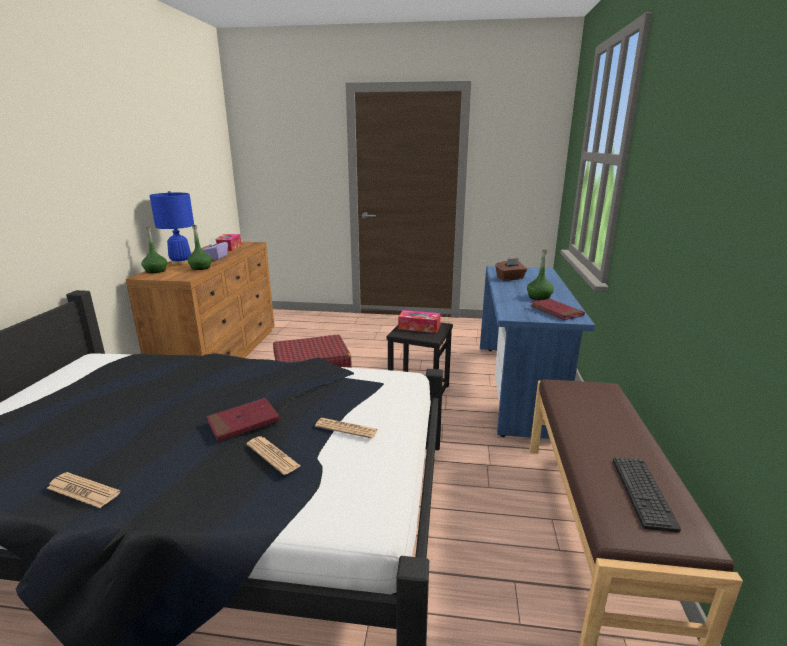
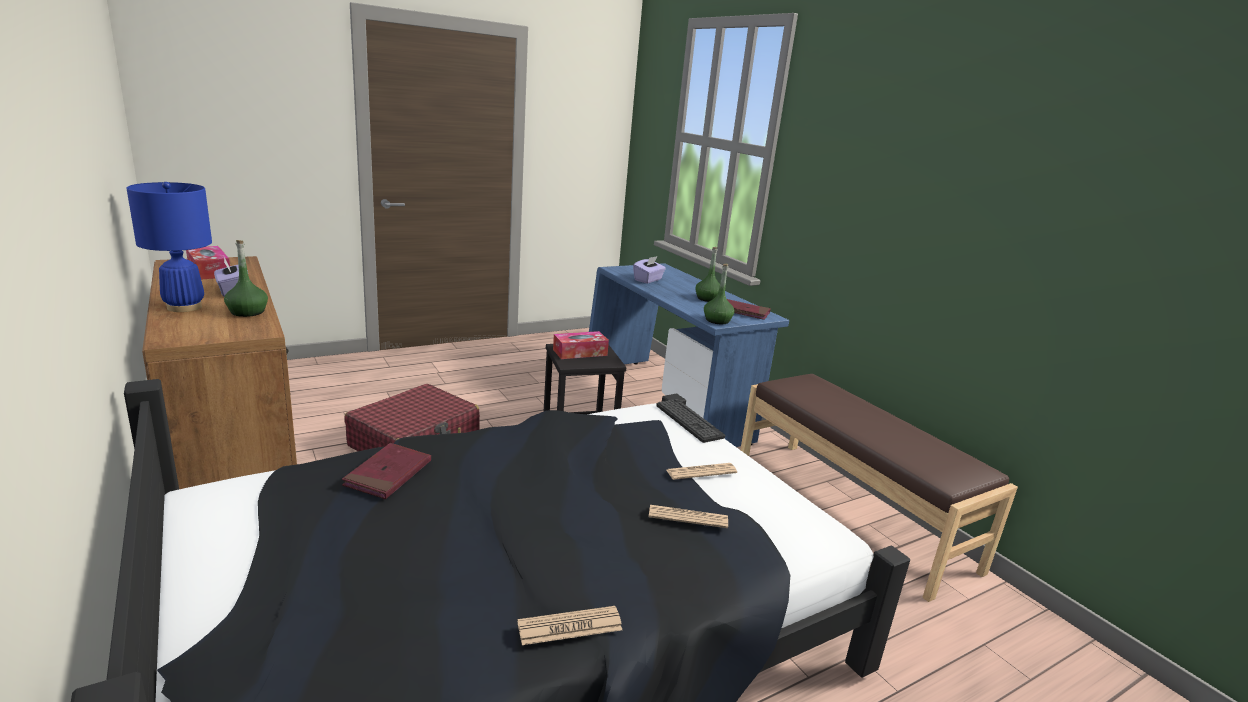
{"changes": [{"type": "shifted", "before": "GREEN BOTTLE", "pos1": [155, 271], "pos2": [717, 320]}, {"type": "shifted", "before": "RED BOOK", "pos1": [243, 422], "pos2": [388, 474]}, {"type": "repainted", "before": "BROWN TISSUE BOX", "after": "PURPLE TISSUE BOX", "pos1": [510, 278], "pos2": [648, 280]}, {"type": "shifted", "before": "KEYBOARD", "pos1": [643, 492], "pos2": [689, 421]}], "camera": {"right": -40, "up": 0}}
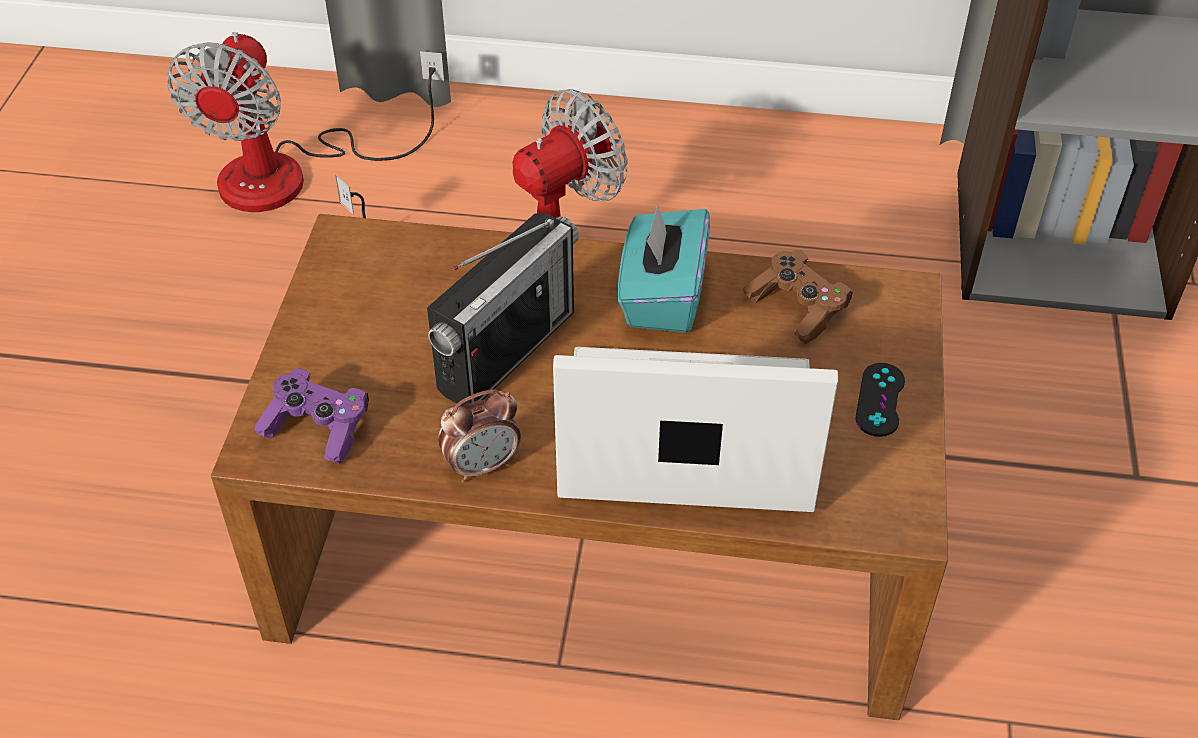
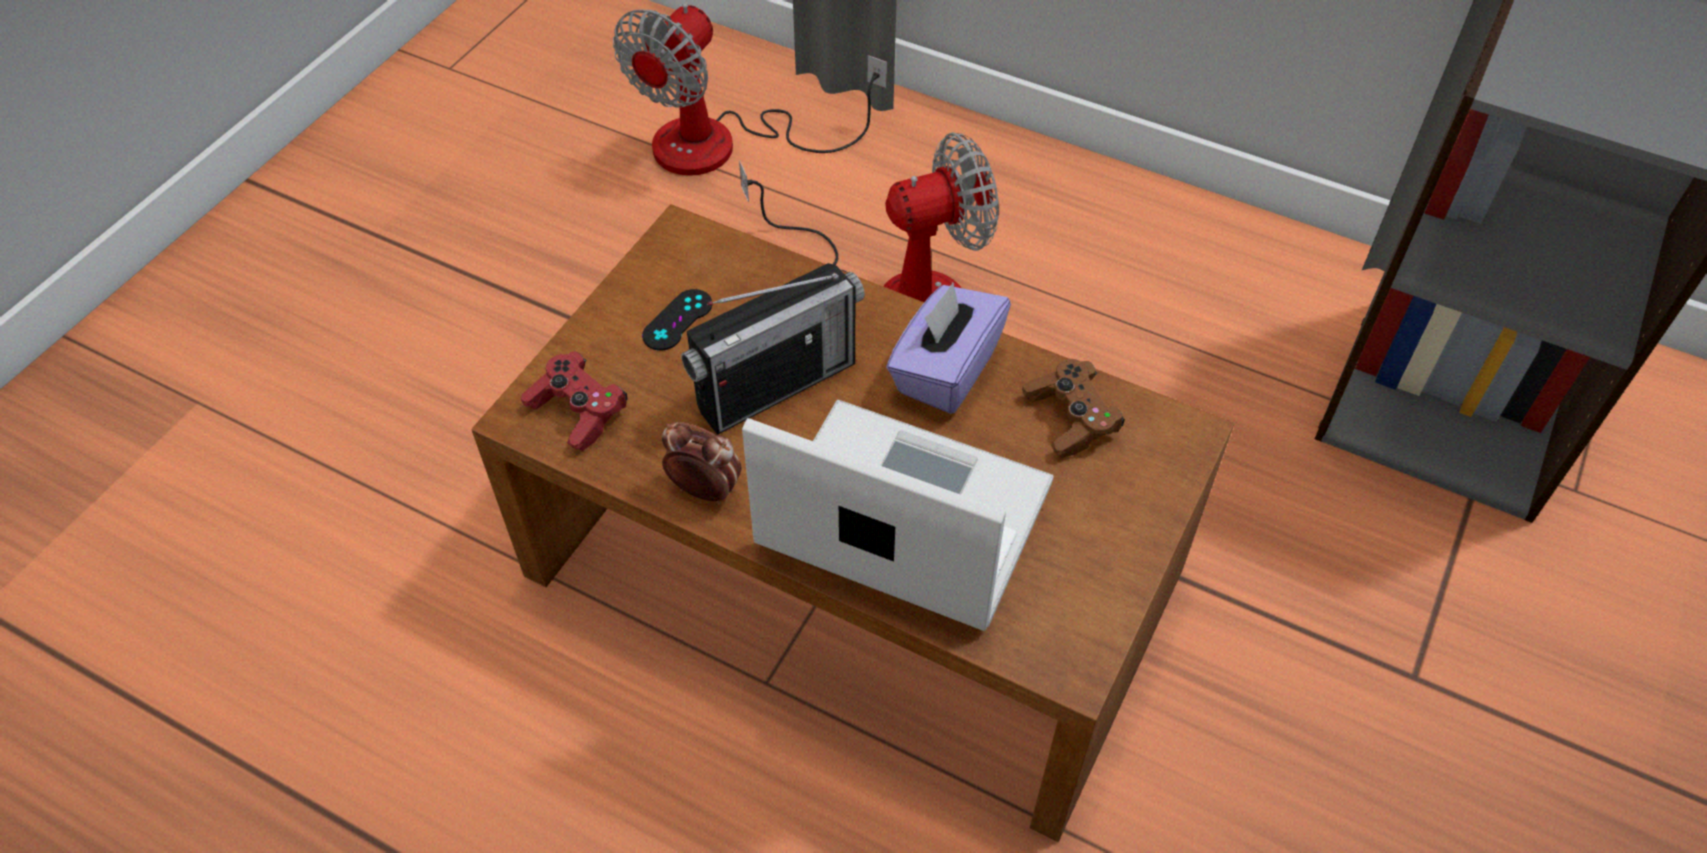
{"changes": [{"type": "repainted", "before": "PURPLE GAME CONTROLLER", "after": "RED GAME CONTROLLER", "pos1": [317, 428], "pos2": [578, 411]}, {"type": "rotated", "before": "ALARM CLOCK", "pos1": [482, 465], "pos2": [704, 490], "turn": -150}, {"type": "repainted", "before": "TURQUOISE TISSUE BOX", "after": "PURPLE TISSUE BOX", "pos1": [662, 296], "pos2": [945, 370]}, {"type": "shifted", "before": "BLACK GAME CONTROLLER", "pos1": [880, 400], "pos2": [677, 320]}], "camera": {"right": 20, "up": 5}}
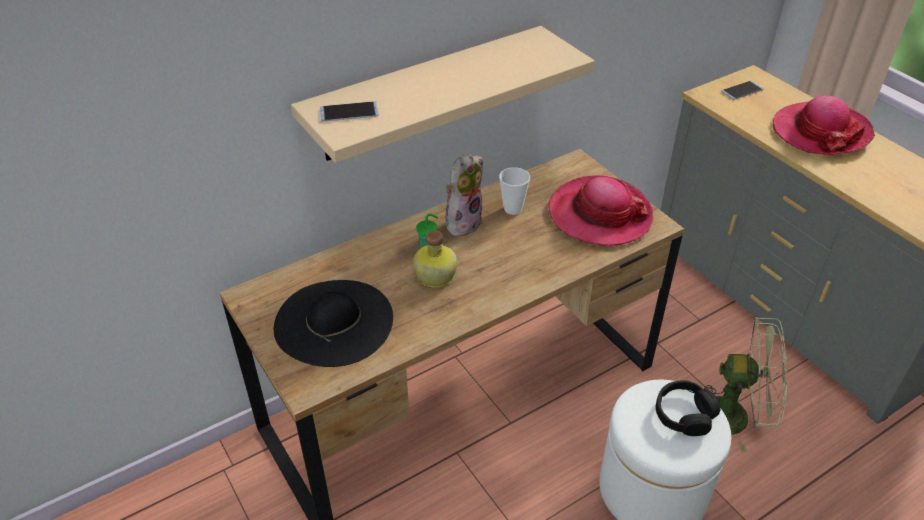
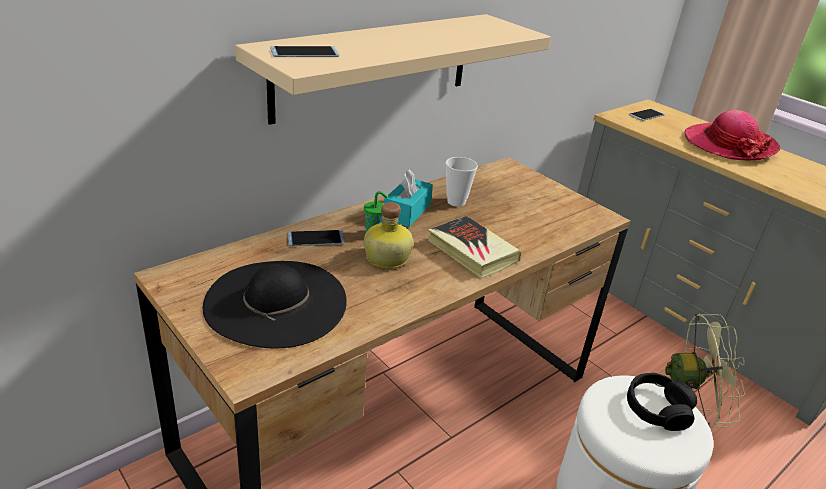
{"changes": [{"type": "swapped", "before": "PLUSH TOY", "after": "TURQUOISE TISSUE BOX", "pos1": [463, 222], "pos2": [407, 211]}, {"type": "gone", "before": "HAT", "pos1": [599, 214]}, {"type": "new", "after": "PHONE", "pos2": [315, 239]}, {"type": "new", "after": "BOOK", "pos2": [472, 251]}], "camera": {"right": -10, "up": -10}}
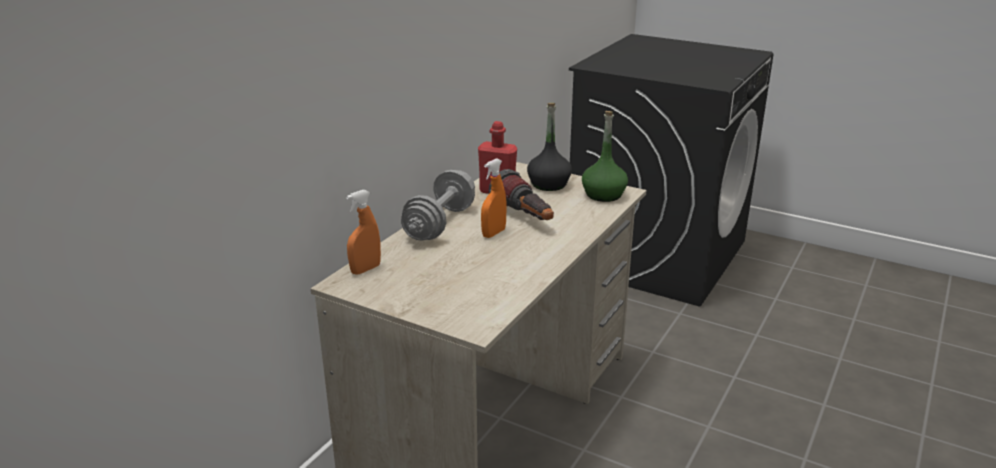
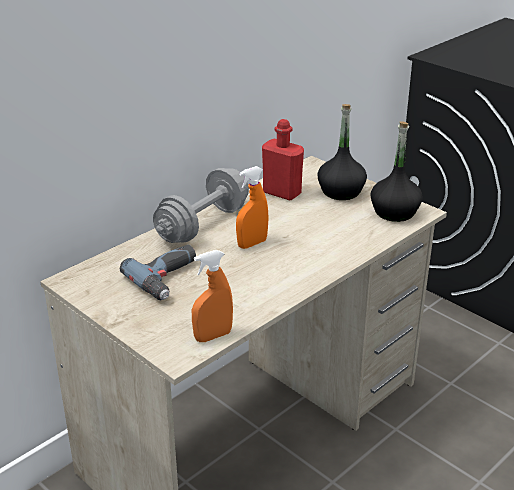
{"changes": [{"type": "shifted", "before": "ORANGE SPRAY BOTTLE", "pos1": [365, 269], "pos2": [213, 336]}, {"type": "gone", "before": "FLASHLIGHT", "pos1": [524, 218]}, {"type": "repainted", "before": "GREEN BOTTLE", "after": "BLACK BOTTLE", "pos1": [603, 195], "pos2": [394, 212]}, {"type": "new", "after": "POWER DRILL", "pos2": [169, 279]}], "camera": {"right": 15, "up": 5}}
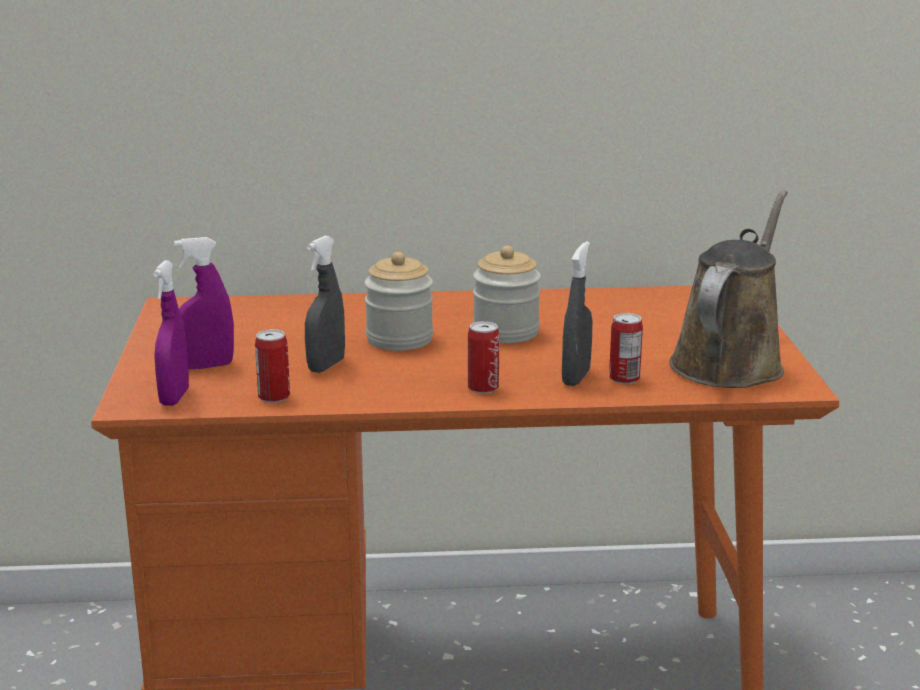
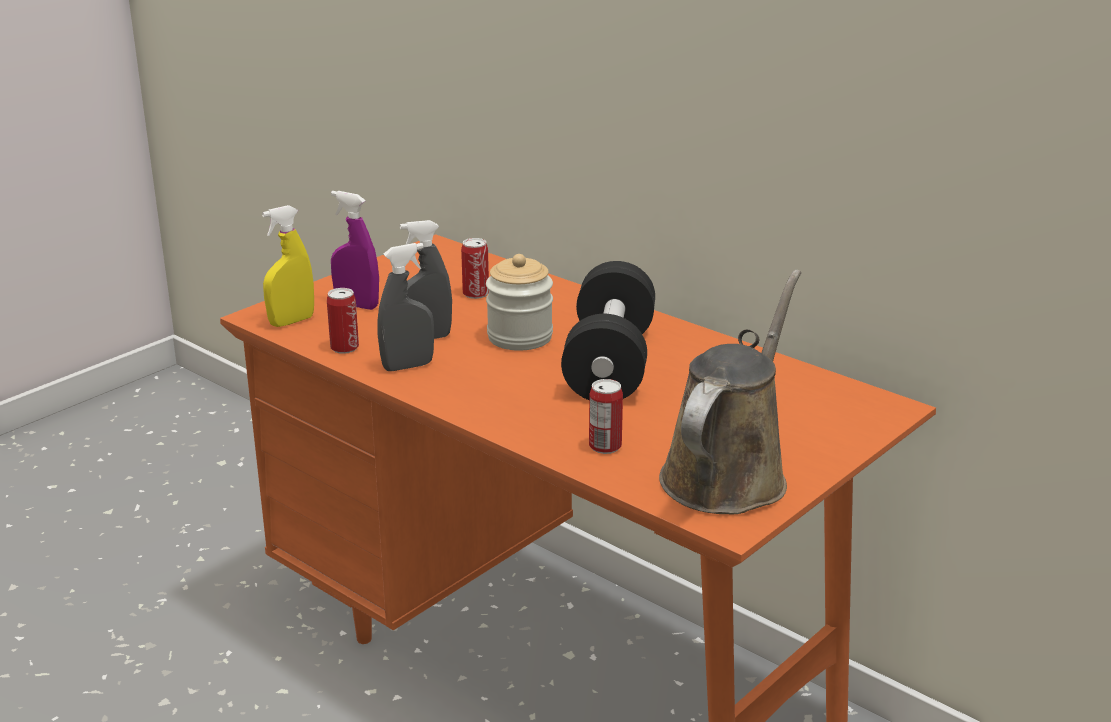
{"changes": [{"type": "repainted", "before": "PURPLE SPRAY BOTTLE", "after": "YELLOW SPRAY BOTTLE", "pos1": [174, 397], "pos2": [291, 321]}, {"type": "shifted", "before": "CAN", "pos1": [483, 388], "pos2": [475, 294]}, {"type": "swapped", "before": "JAR", "after": "BLACK DUMBBELL", "pos1": [506, 332], "pos2": [609, 364]}, {"type": "shifted", "before": "GREY SPRAY BOTTLE", "pos1": [576, 377], "pos2": [408, 366]}, {"type": "rotated", "before": "BROWN WATERING CAN", "pos1": [730, 362], "pos2": [728, 474], "turn": -45}], "camera": {"right": 45, "up": 5}}
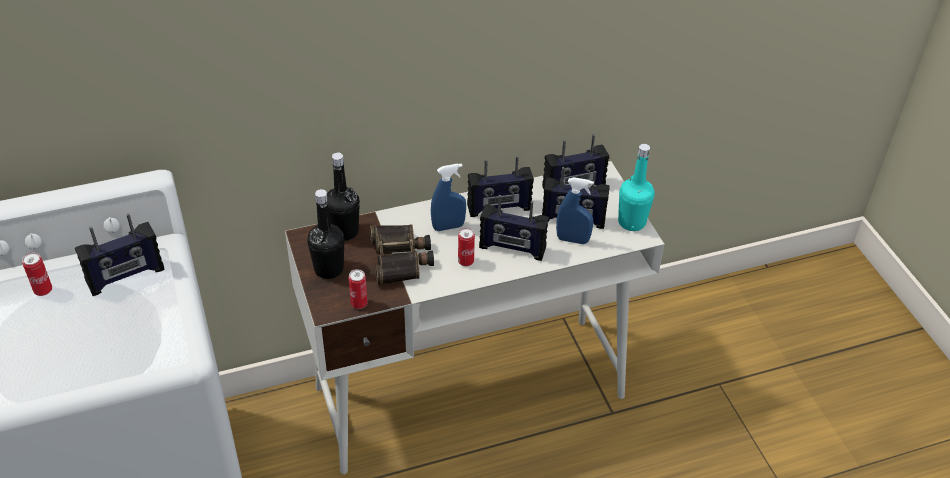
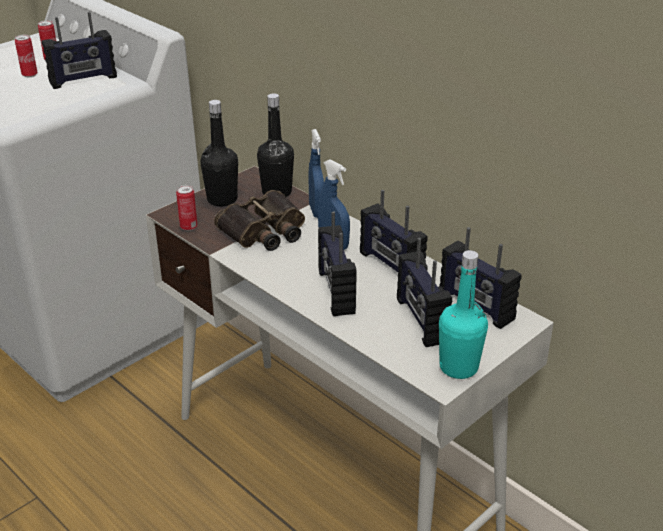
{"changes": [{"type": "rotated", "before": "RADIO", "pos1": [126, 277], "pos2": [83, 80], "turn": -60}, {"type": "shifted", "before": "CAN", "pos1": [465, 261], "pos2": [29, 75]}, {"type": "shifted", "before": "BLUE SPRAY BOTTLE", "pos1": [572, 240], "pos2": [316, 211]}], "camera": {"right": 65, "up": -10}}
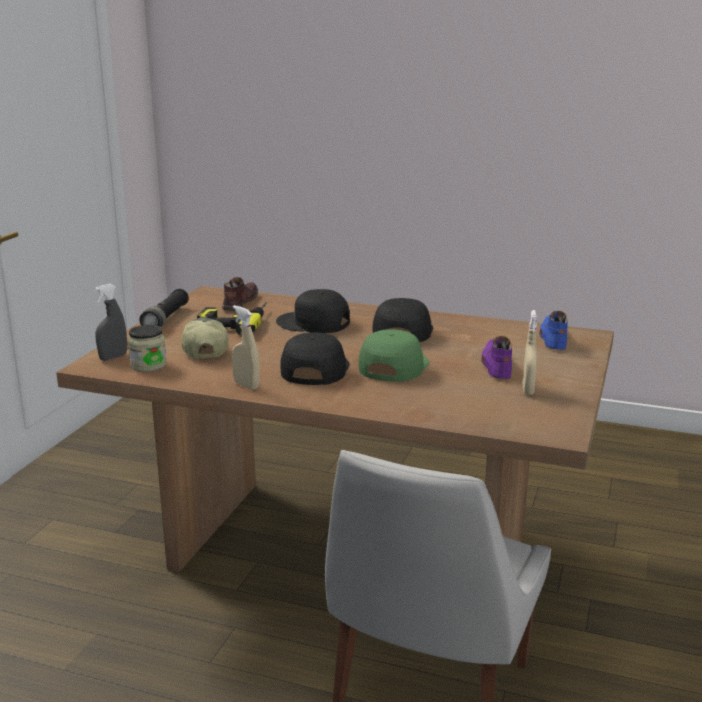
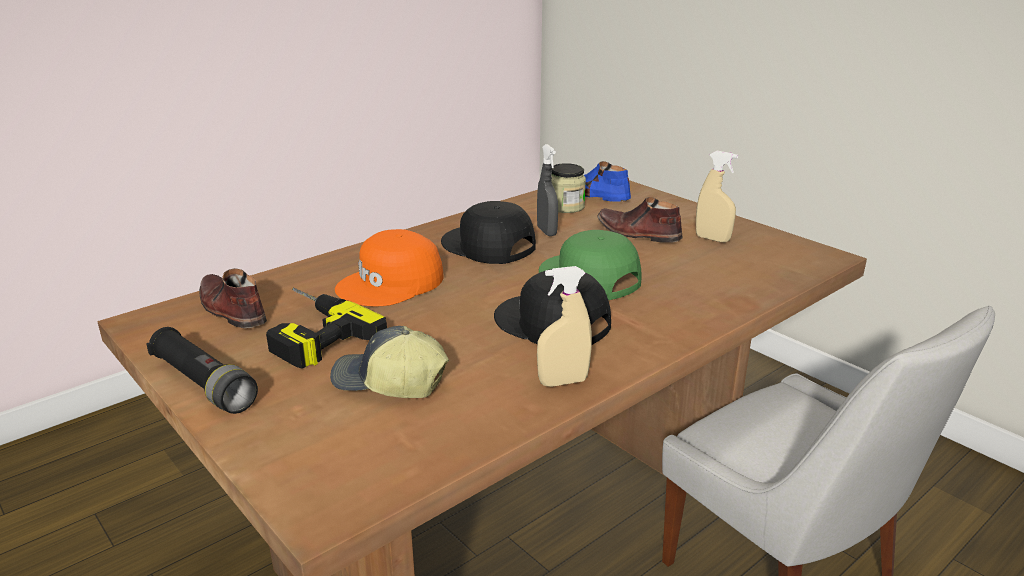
{"changes": [{"type": "shifted", "before": "GREY SPRAY BOTTLE", "pos1": [113, 357], "pos2": [546, 231]}, {"type": "shifted", "before": "JAR", "pos1": [148, 365], "pos2": [565, 206]}, {"type": "repainted", "before": "BLACK CAP", "after": "ORANGE CAP", "pos1": [313, 323], "pos2": [392, 283]}, {"type": "repainted", "before": "PURPLE SHOE", "after": "BROWN SHOE", "pos1": [496, 365], "pos2": [637, 233]}], "camera": {"right": -60, "up": 5}}
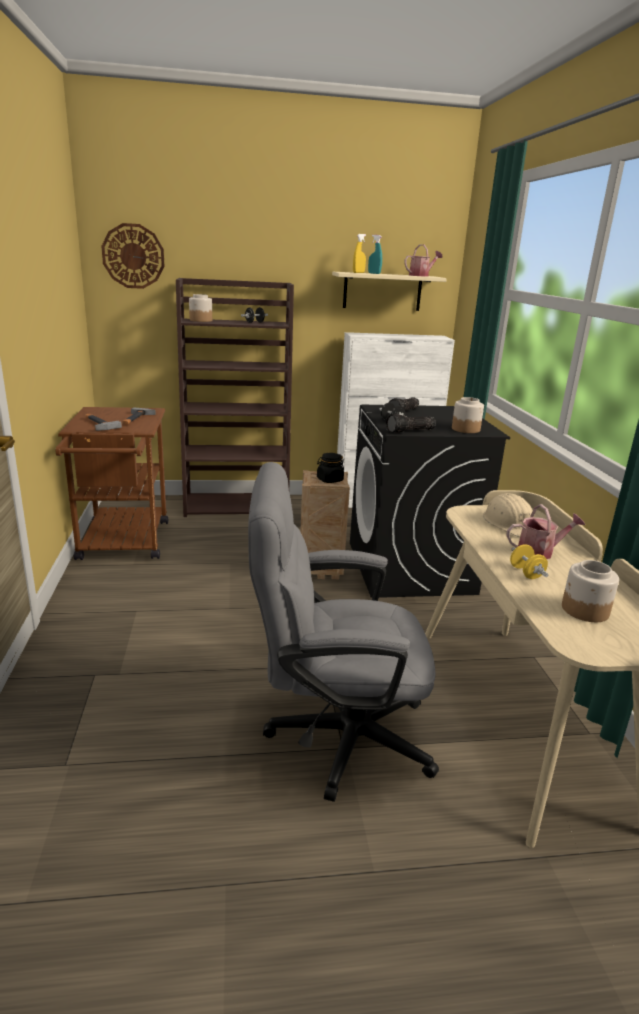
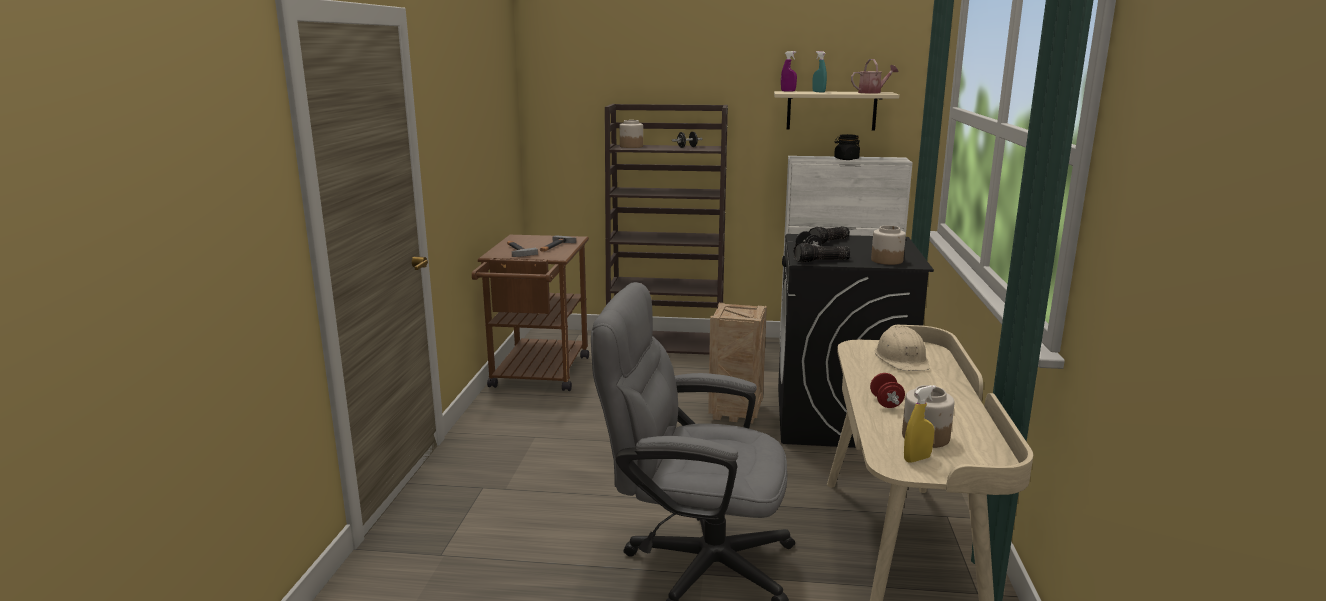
{"changes": [{"type": "gone", "before": "WALL CLOCK", "pos1": [133, 256]}, {"type": "shifted", "before": "BLACK JAR", "pos1": [329, 480], "pos2": [846, 159]}, {"type": "shifted", "before": "YELLOW SPRAY BOTTLE", "pos1": [358, 273], "pos2": [917, 459]}, {"type": "gone", "before": "WATERING CAN", "pos1": [539, 552]}, {"type": "repainted", "before": "YELLOW DUMBBELL", "after": "RED DUMBBELL", "pos1": [526, 573], "pos2": [886, 402]}, {"type": "new", "after": "PURPLE SPRAY BOTTLE", "pos2": [788, 91]}], "camera": {"right": 15, "up": -5}}
